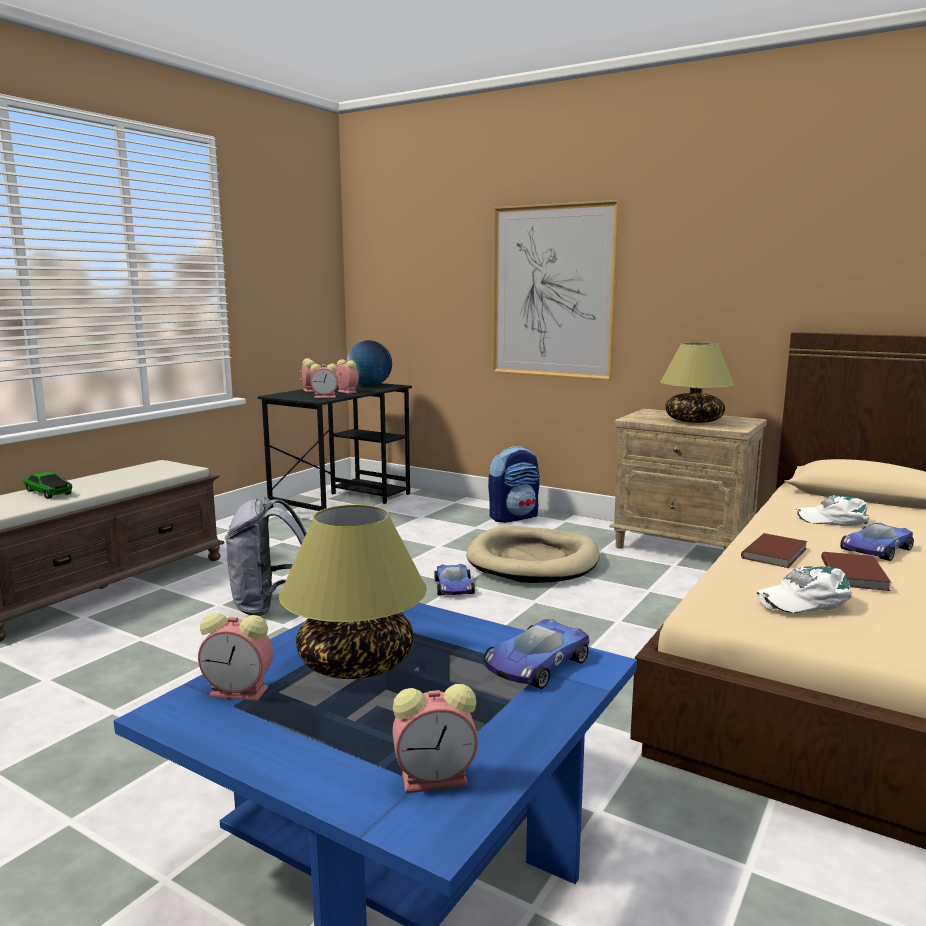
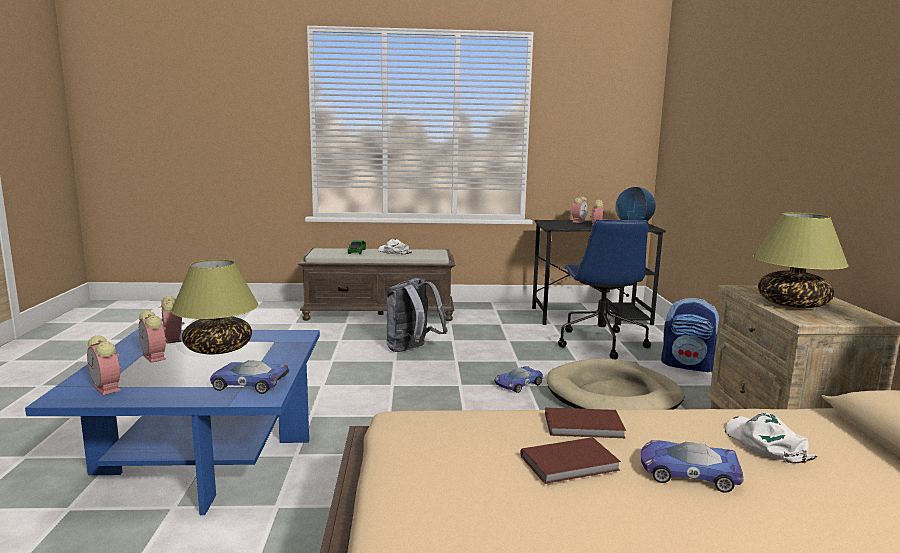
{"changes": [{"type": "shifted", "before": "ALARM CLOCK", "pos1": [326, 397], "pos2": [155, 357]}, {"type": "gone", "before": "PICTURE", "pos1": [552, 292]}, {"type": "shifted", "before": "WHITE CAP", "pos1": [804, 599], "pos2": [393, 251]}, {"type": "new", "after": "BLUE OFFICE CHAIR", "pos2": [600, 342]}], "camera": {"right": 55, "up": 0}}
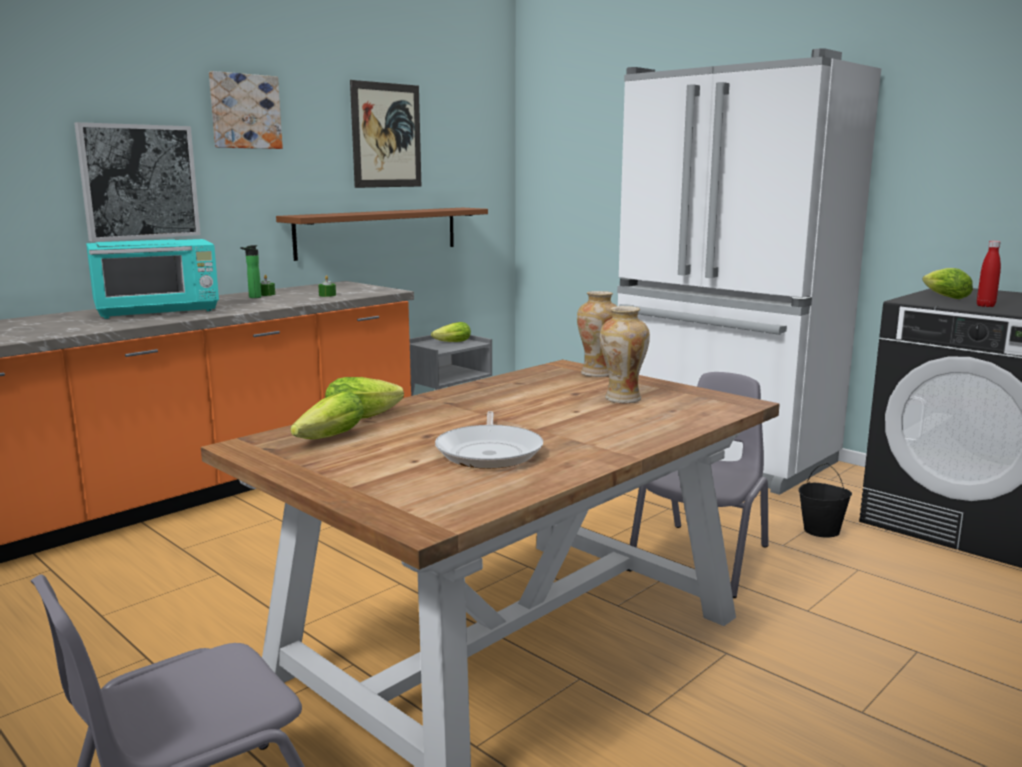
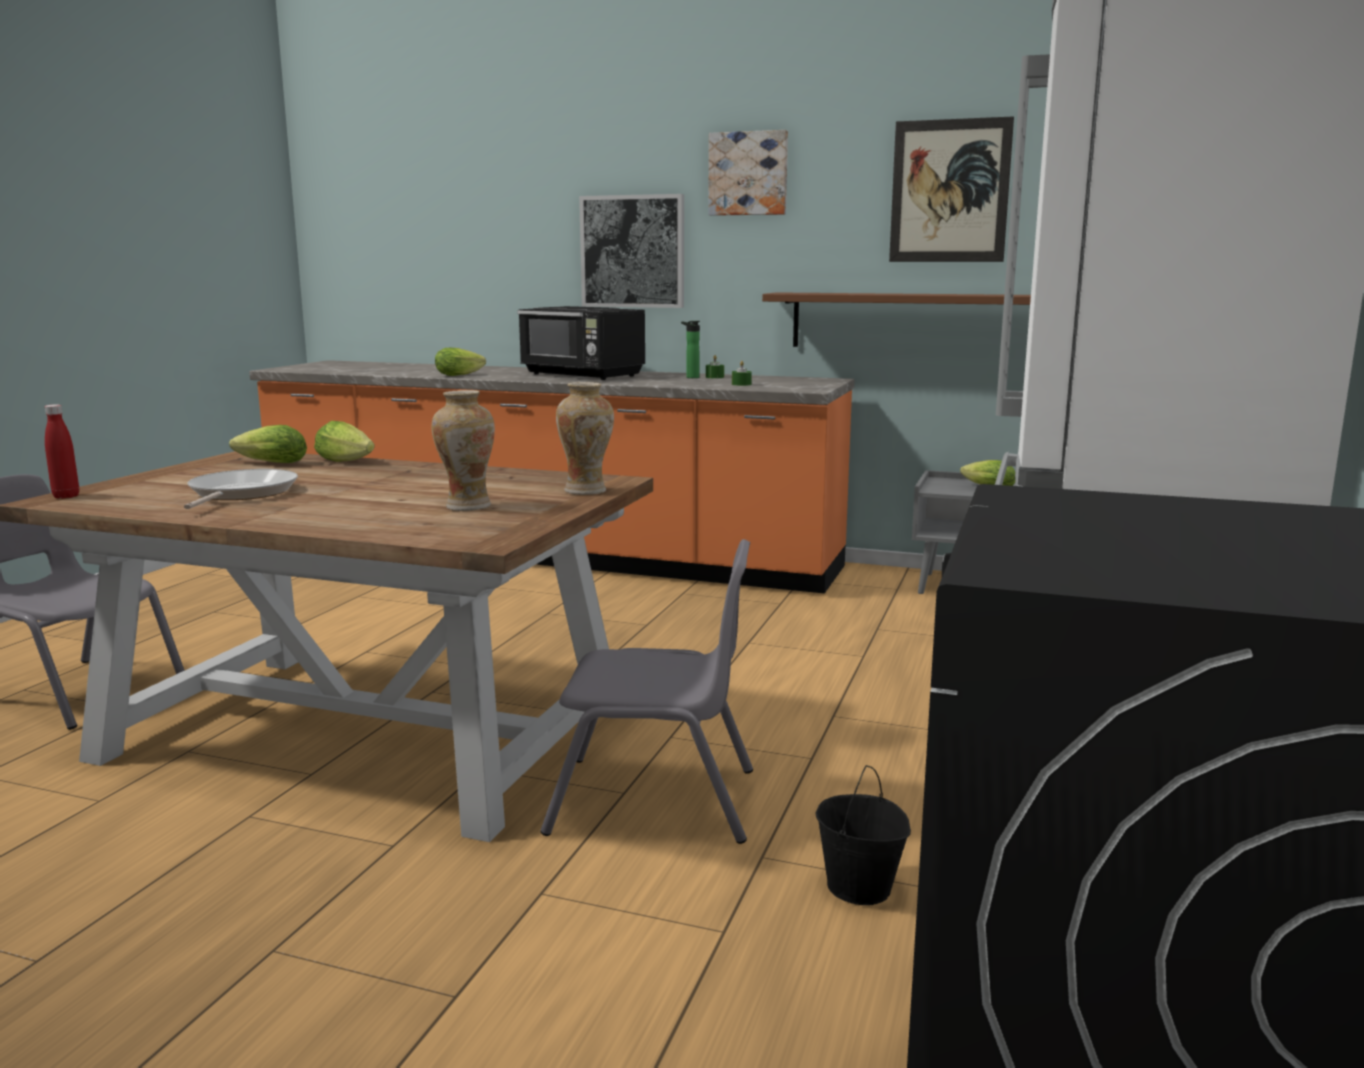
{"changes": [{"type": "repainted", "before": "TURQUOISE MICROWAVE", "after": "BLACK MICROWAVE", "pos1": [158, 311], "pos2": [583, 375]}, {"type": "rotated", "before": "FRYING PAN", "pos1": [490, 452], "pos2": [240, 494], "turn": 120}, {"type": "shifted", "before": "LETTUCE", "pos1": [943, 297], "pos2": [462, 374]}, {"type": "shifted", "before": "RED BOTTLE", "pos1": [985, 306], "pos2": [66, 496]}], "camera": {"right": 65, "up": 0}}
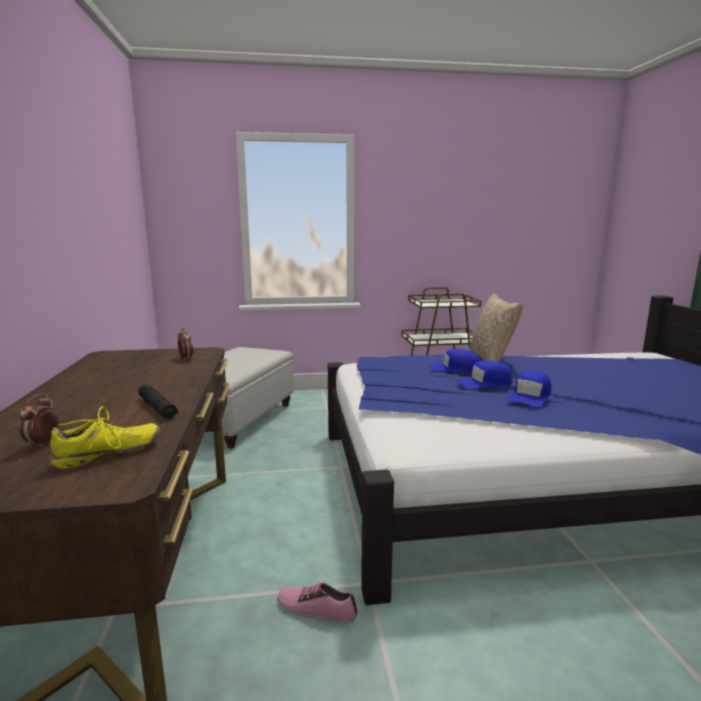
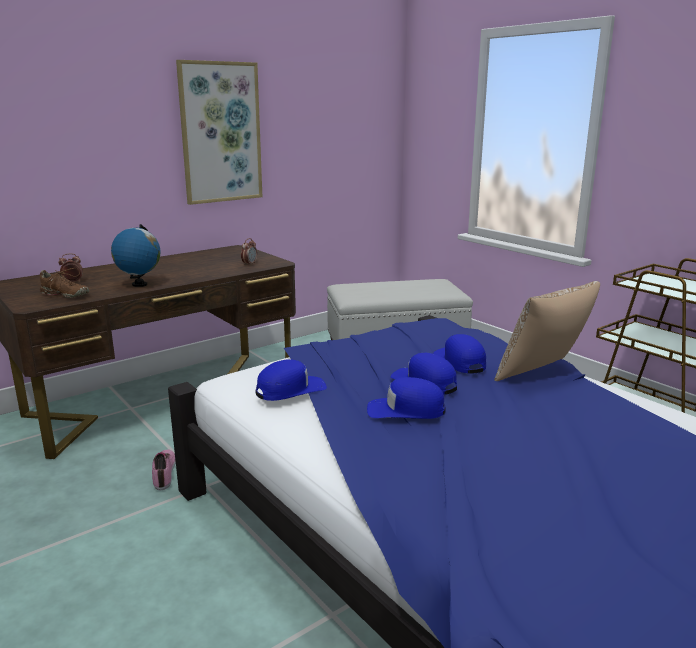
{"changes": [{"type": "repainted", "before": "YELLOW SHOE", "after": "BROWN SHOE", "pos1": [108, 454], "pos2": [64, 295]}, {"type": "swapped", "before": "BLACK FLASHLIGHT", "after": "GLOBE", "pos1": [157, 408], "pos2": [139, 284]}, {"type": "new", "after": "PICTURE", "pos2": [220, 133]}, {"type": "new", "after": "BLUE CAP", "pos2": [290, 389]}], "camera": {"right": 60, "up": 5}}
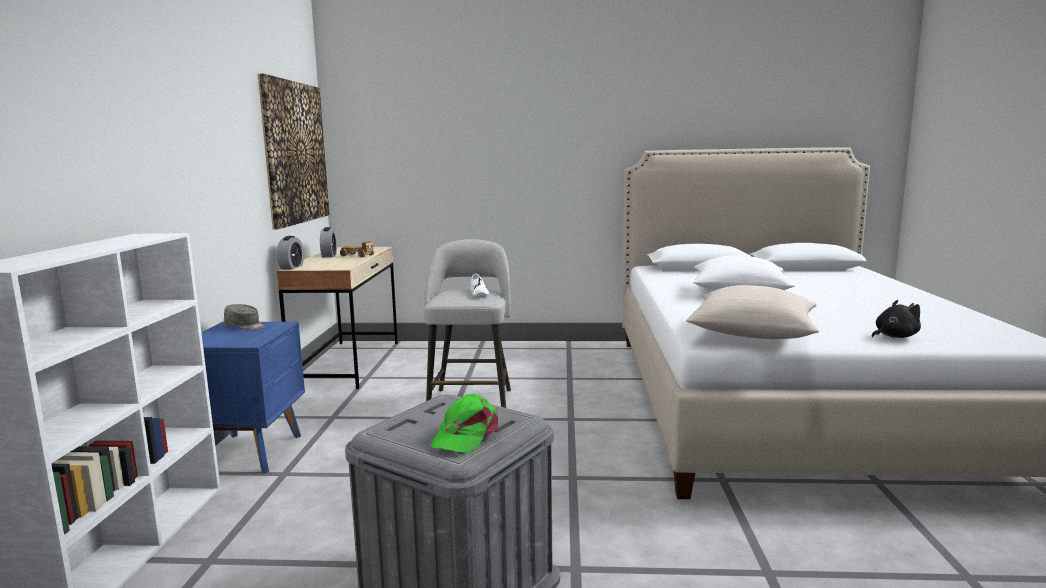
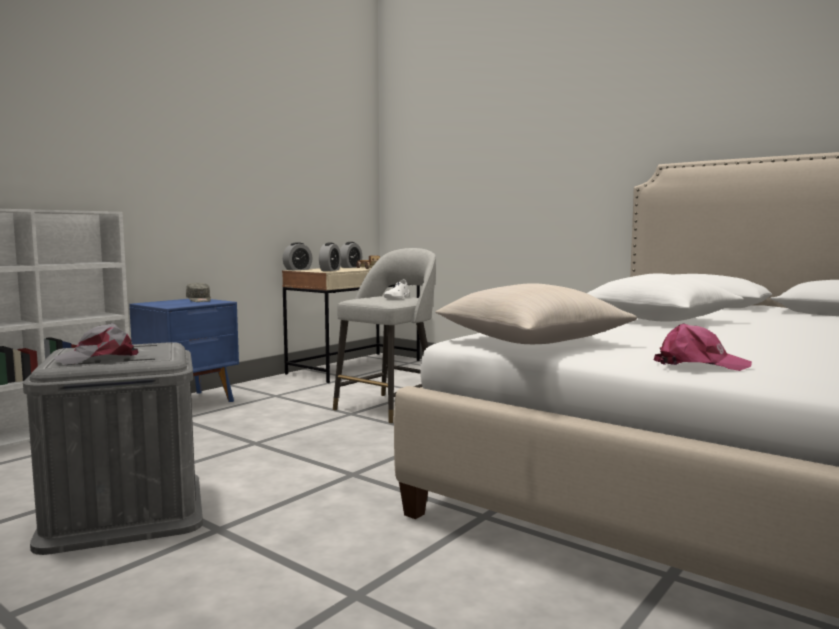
{"changes": [{"type": "gone", "before": "PICTURE", "pos1": [295, 153]}, {"type": "repainted", "before": "GREEN CAP", "after": "GREY CAP", "pos1": [466, 435], "pos2": [98, 358]}, {"type": "swapped", "before": "BLACK PLUSH TOY", "after": "PINK CAP", "pos1": [894, 336], "pos2": [699, 364]}, {"type": "new", "after": "ALARM CLOCK", "pos2": [330, 270]}], "camera": {"right": 35, "up": -5}}
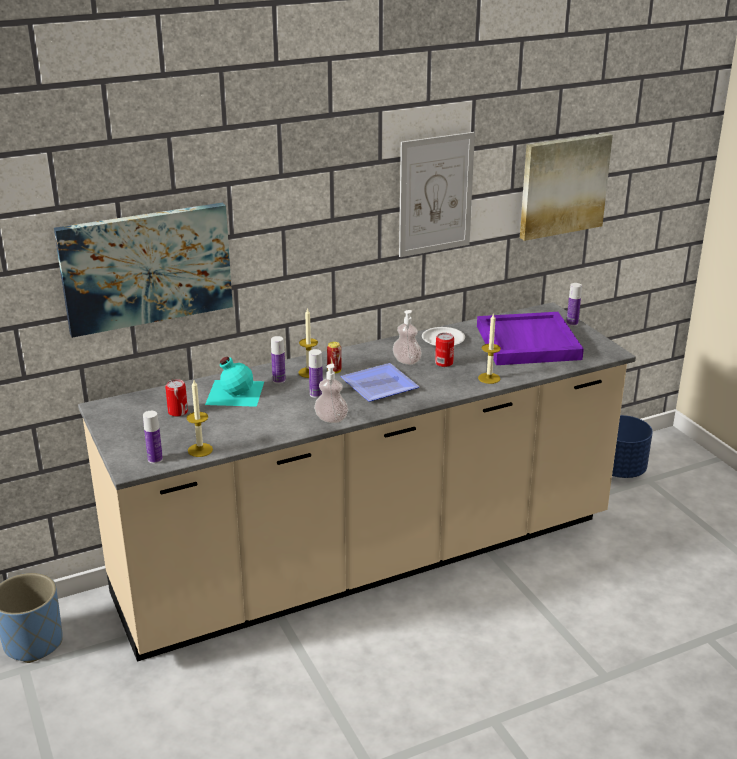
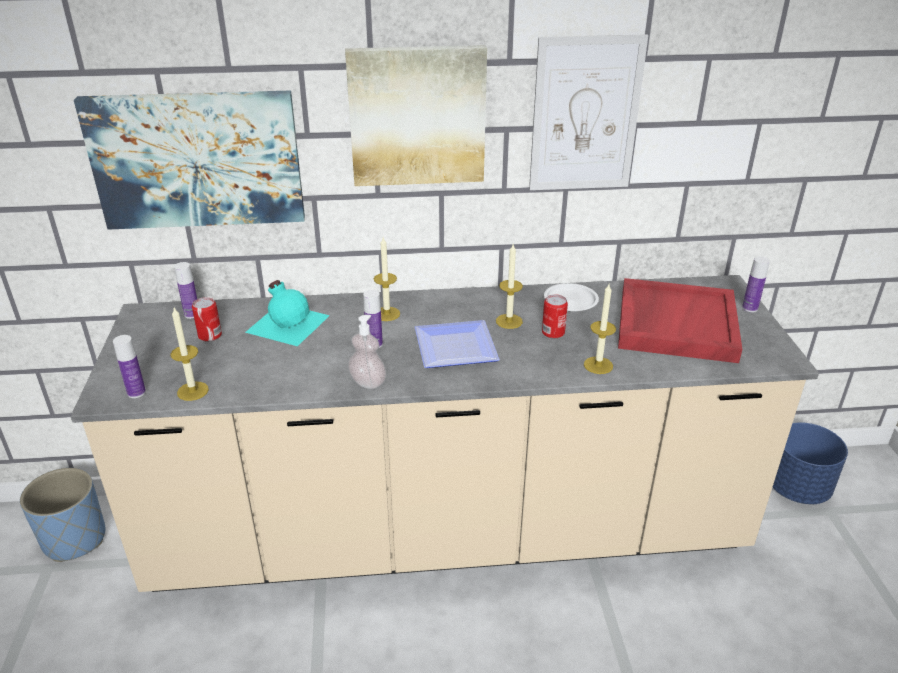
{"changes": [{"type": "shifted", "before": "BOTTLE", "pos1": [279, 380], "pos2": [192, 314]}, {"type": "gone", "before": "CAN", "pos1": [334, 371]}, {"type": "swapped", "before": "SOAP DISPENSER", "after": "CANDLE", "pos1": [406, 361], "pos2": [509, 321]}, {"type": "repainted", "before": "PURPLE TRAY", "after": "RED TRAY", "pos1": [526, 342], "pos2": [675, 323]}, {"type": "shifted", "before": "PICTURE", "pos1": [563, 185], "pos2": [417, 116]}], "camera": {"right": 20, "up": 5}}
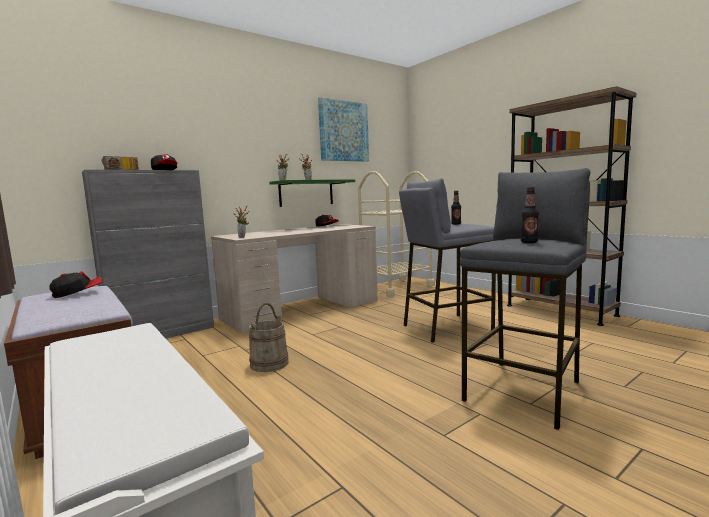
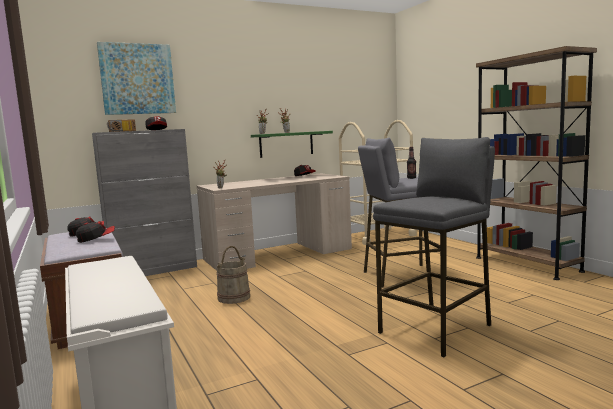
{"changes": [{"type": "shifted", "before": "PICTURE", "pos1": [343, 131], "pos2": [137, 79]}, {"type": "gone", "before": "BOTTLE", "pos1": [529, 242]}, {"type": "new", "after": "CAP", "pos2": [96, 239]}], "camera": {"right": 10, "up": 0}}
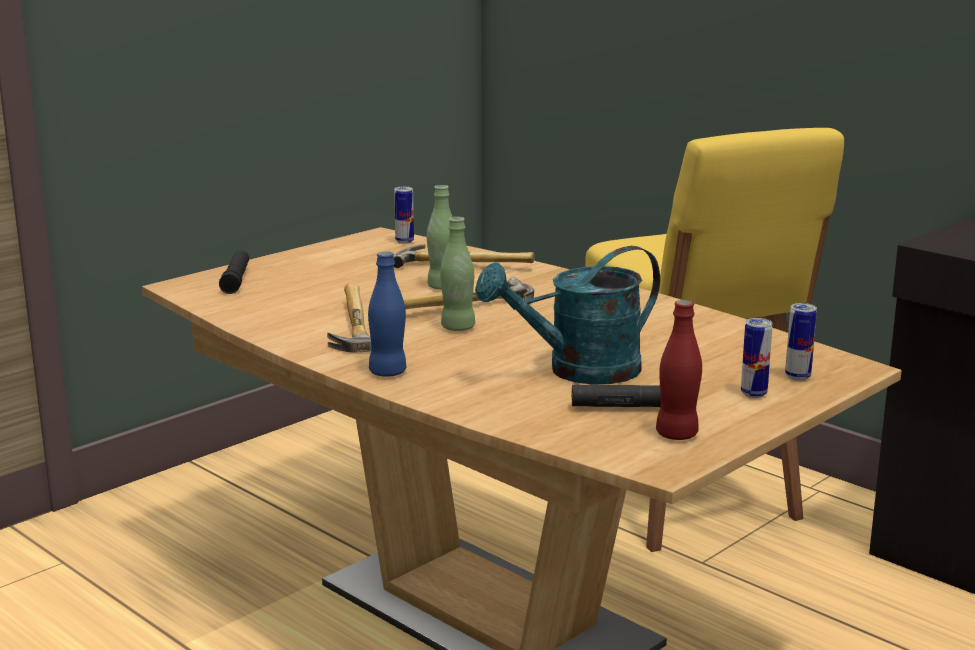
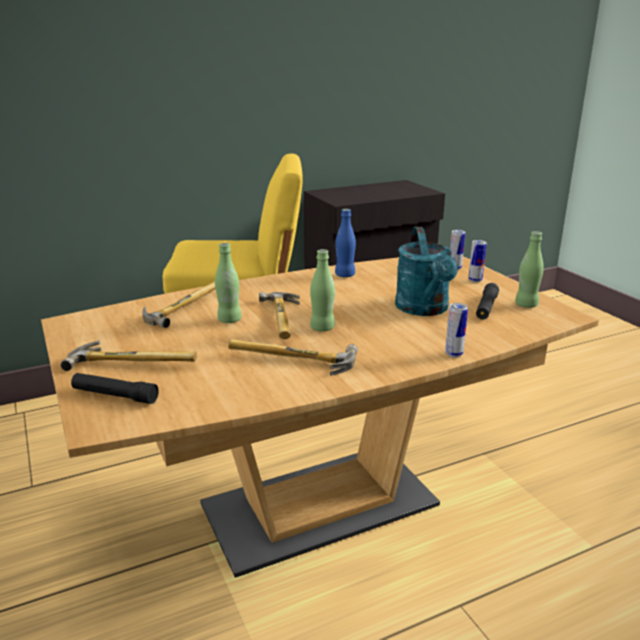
{"changes": [{"type": "shifted", "before": "BLUE BOTTLE", "pos1": [388, 372], "pos2": [345, 275]}, {"type": "shifted", "before": "CAN", "pos1": [404, 242], "pos2": [454, 354]}, {"type": "repainted", "before": "RED BOTTLE", "after": "GREEN BOTTLE", "pos1": [677, 434], "pos2": [526, 305]}, {"type": "new", "after": "HAMMER", "pos2": [134, 361]}], "camera": {"right": -70, "up": 5}}
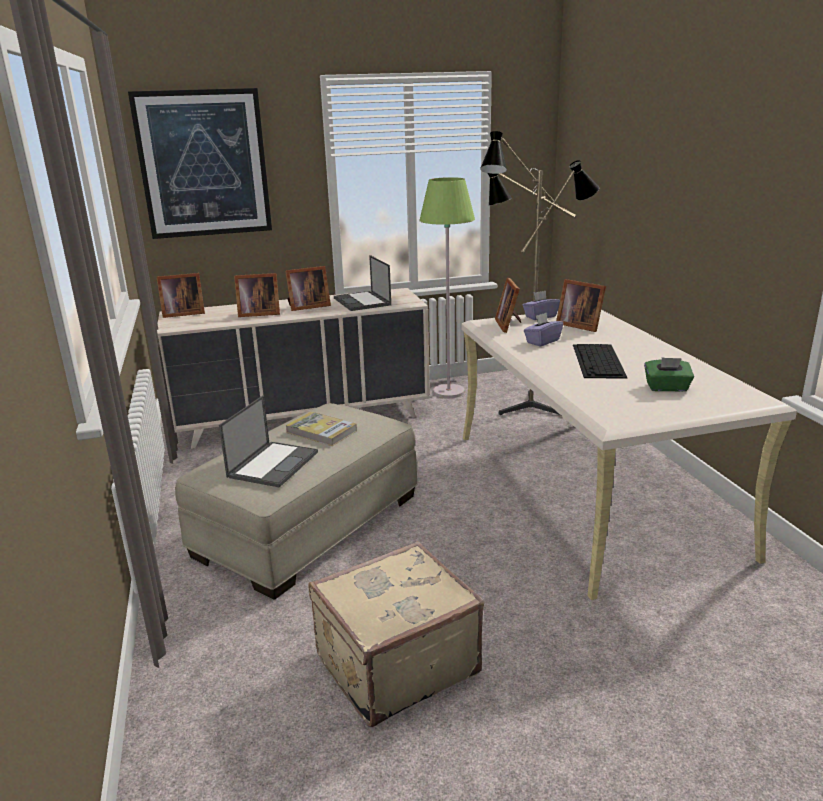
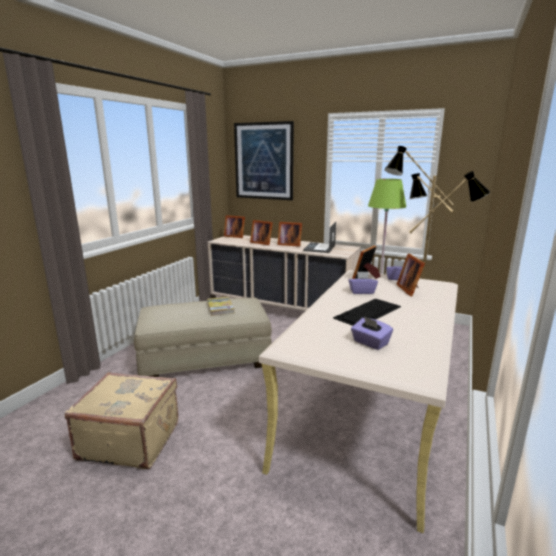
{"changes": [{"type": "gone", "before": "LAPTOP", "pos1": [273, 464]}, {"type": "repainted", "before": "GREEN TISSUE BOX", "after": "PURPLE TISSUE BOX", "pos1": [667, 388], "pos2": [370, 343]}], "camera": {"right": 40, "up": -5}}
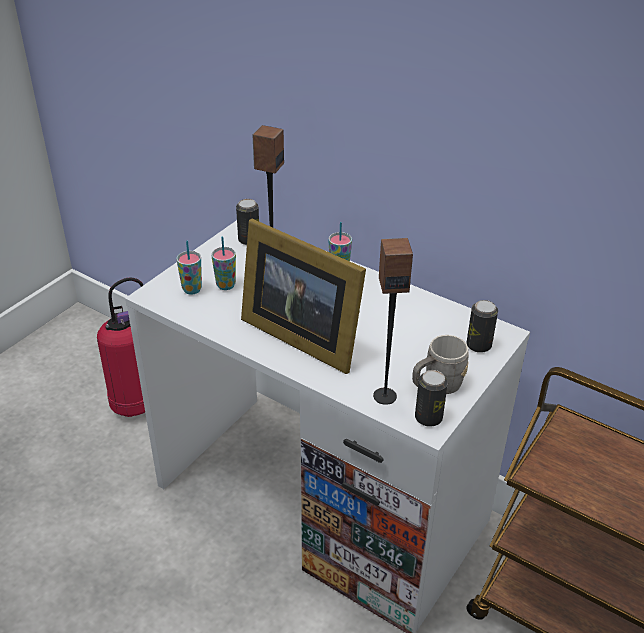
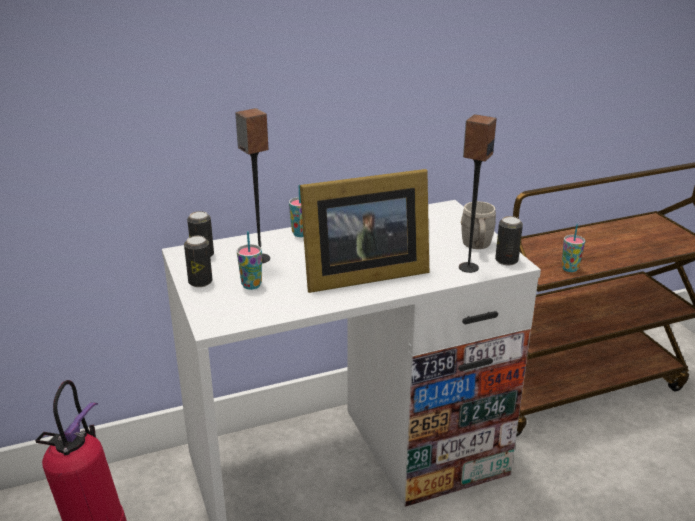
{"changes": [{"type": "shifted", "before": "CUP", "pos1": [192, 289], "pos2": [569, 269]}, {"type": "shifted", "before": "CAN", "pos1": [478, 345], "pos2": [200, 282]}], "camera": {"right": -55, "up": -10}}
